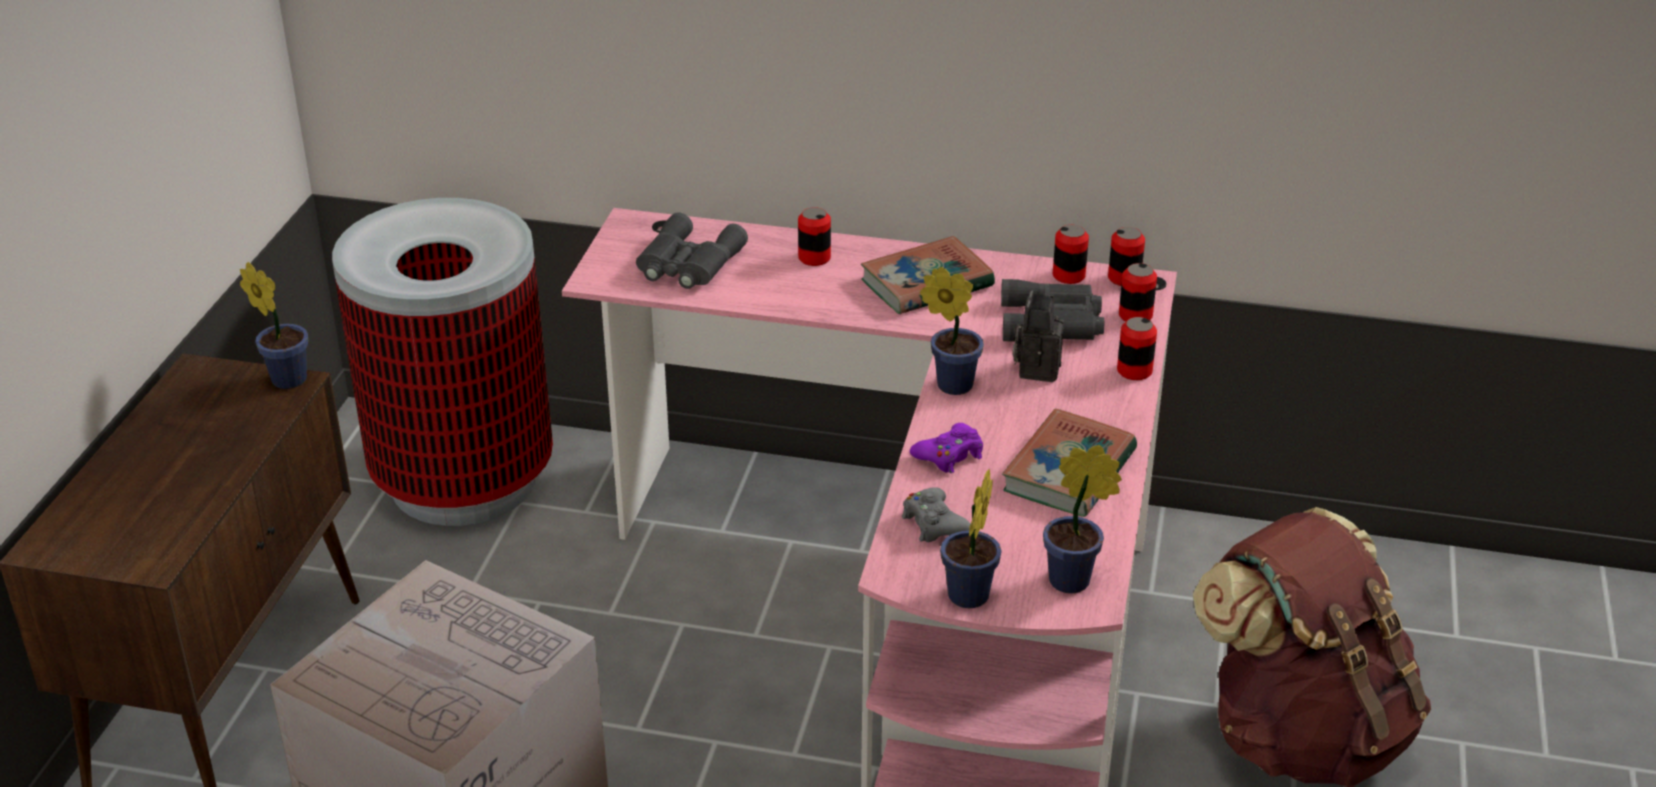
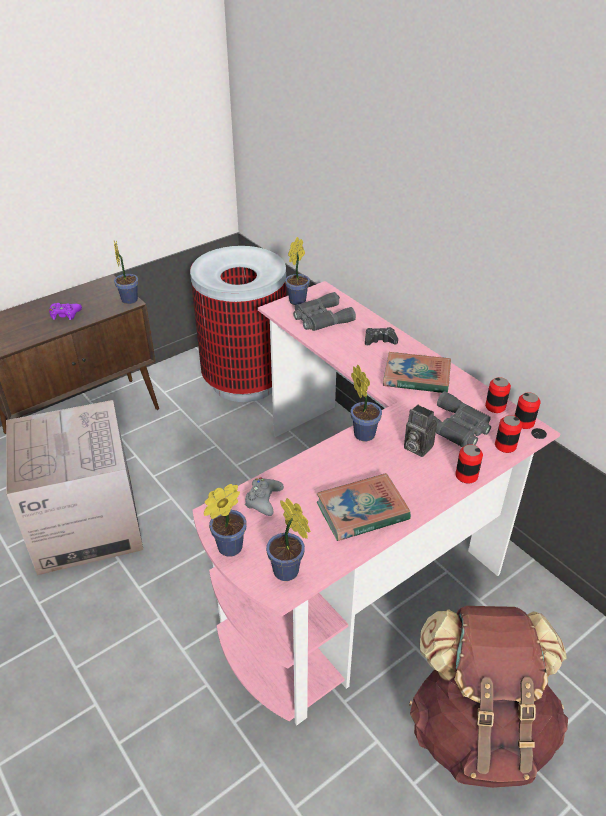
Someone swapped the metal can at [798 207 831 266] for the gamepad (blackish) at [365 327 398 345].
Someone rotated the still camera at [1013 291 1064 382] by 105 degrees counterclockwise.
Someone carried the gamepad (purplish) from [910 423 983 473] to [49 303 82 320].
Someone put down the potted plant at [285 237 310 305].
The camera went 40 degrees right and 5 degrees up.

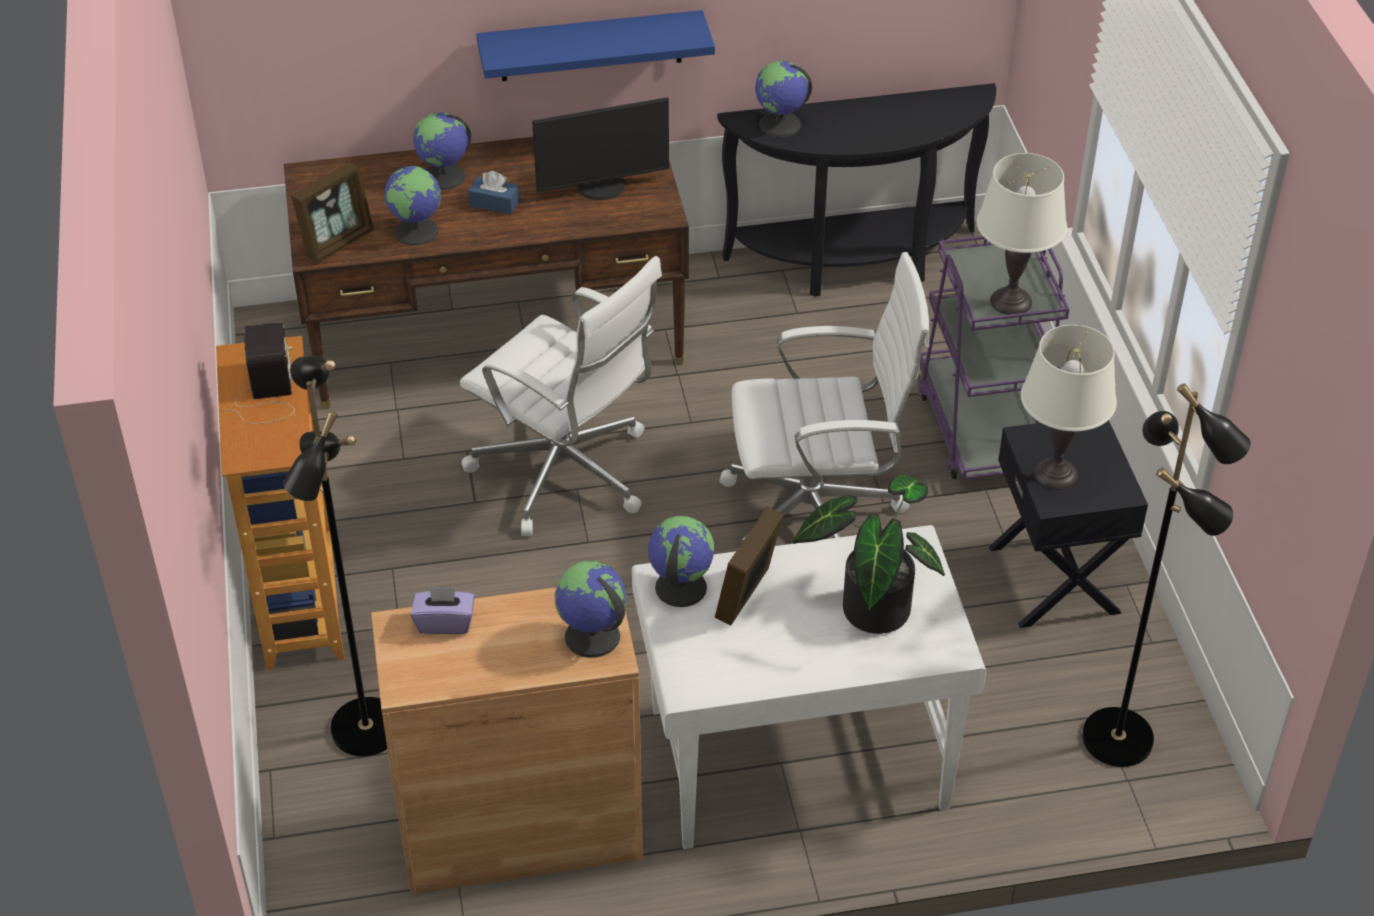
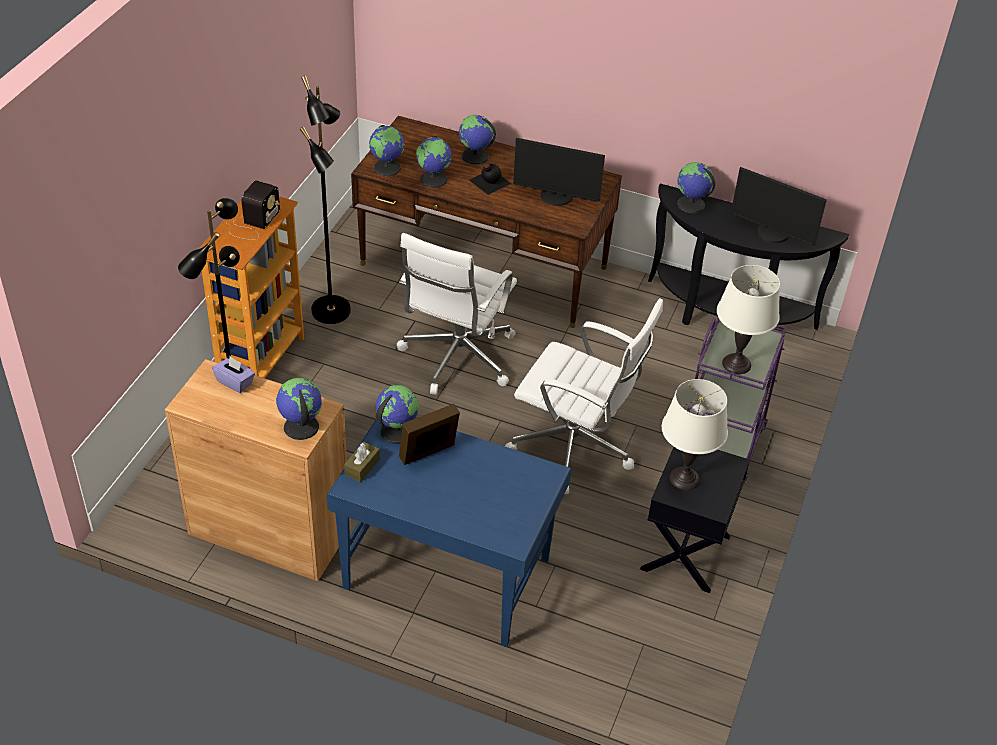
Someone took away the shelf (blue) at [476 10 715 81].
Someone swapped the photo frame at [291 163 374 263] for the globe at [369 125 405 176].
Someone swapped the box of tissues (blue) at [468 171 520 214] for the bottle (blackish) at [469 163 511 195].
Someone rotated the desk chair (white-coloured) at [460 256 662 536] by 45 degrees clockwise.
Someone carried the standing lamp (blackish) from [1082 383 1251 767] to [300 76 351 324].
Someone took away the potted plant at [793 475 945 634].
Someone repainted the desk (white-coloured) at [632 525 986 849], which became the desk (blue) at [327 420 571 647].
Someone put down the computer screen at [731 167 827 246].
Someone put down the box of tissues (brownish) at [344 442 380 482].
The camera went 30 degrees right and 0 degrees up.

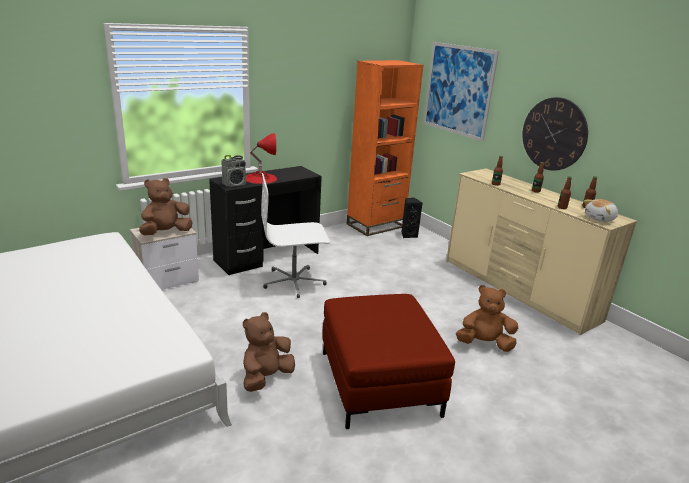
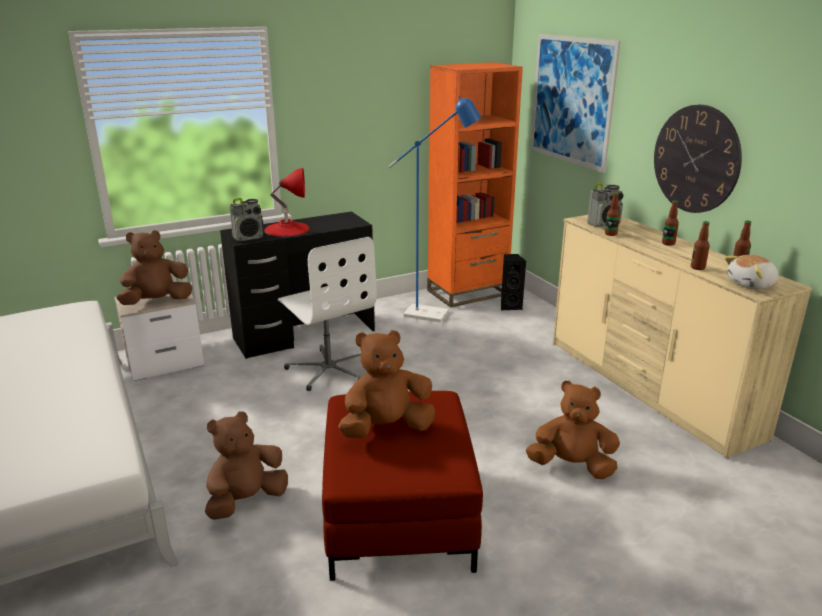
Someone rotated the desk chair (white-coloured) at [261 173 330 298] by 120 degrees counterclockwise.
Someone put down the standing lamp (blue) at [389 96 482 322].
Someone put down the radio receiver at [587 183 624 228].
Someone put down the soft toy (brownish) at [338 330 435 438].
The camera went 10 degrees right and 0 degrees up.

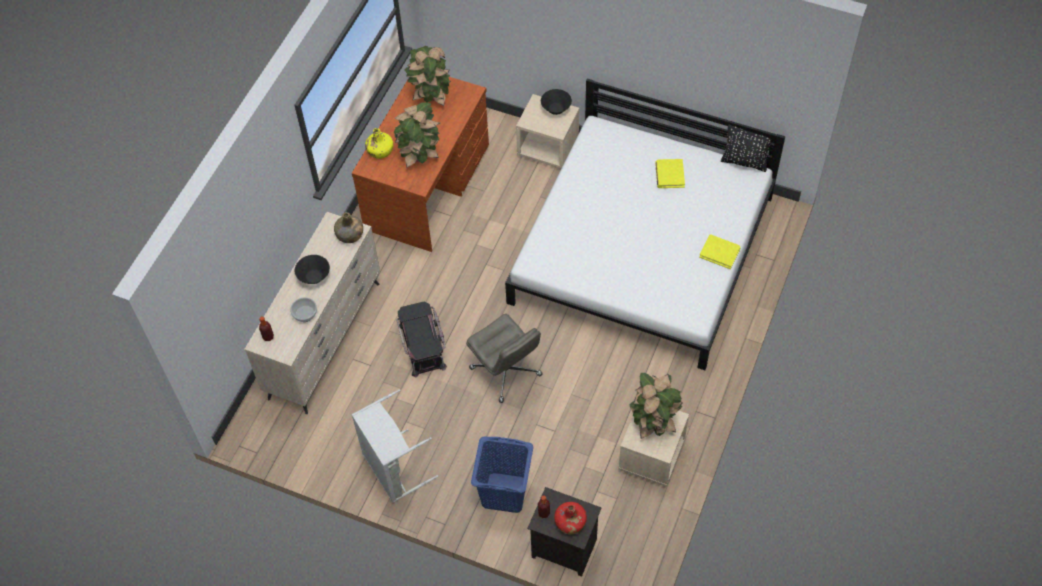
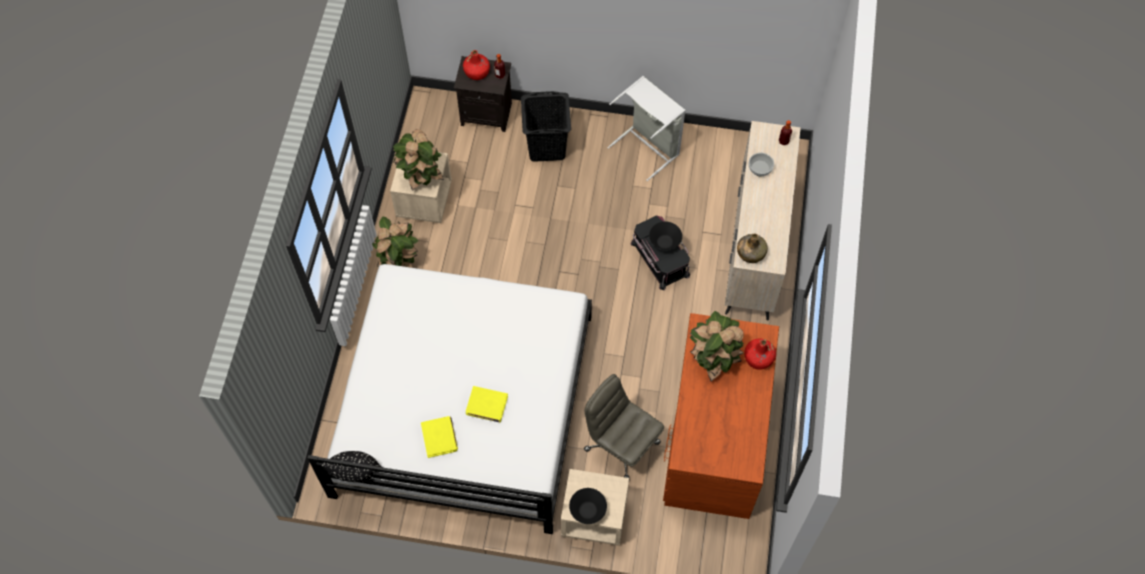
Someone carried the potted plant from [404 46 451 106] to [372 217 419 268].
Someone repainted the bottle (yellow) at [365 128 393 159], which became the bottle (red-coloured) at [744 338 776 370].
Someone carried the volume (yellow) from [699 234 741 269] to [466 386 508 422].
Someone carried the deep dish (blackish) from [295 255 330 284] to [649 221 682 250].
Someone carried the desk chair (greyish) from [466 314 543 403] to [584 374 664 478].
Someone repainted the laundry basket (blue) at [471 436 533 513], which became the laundry basket (blackish) at [521 91 571 162].
The camera went 165 degrees right and 5 degrees up.

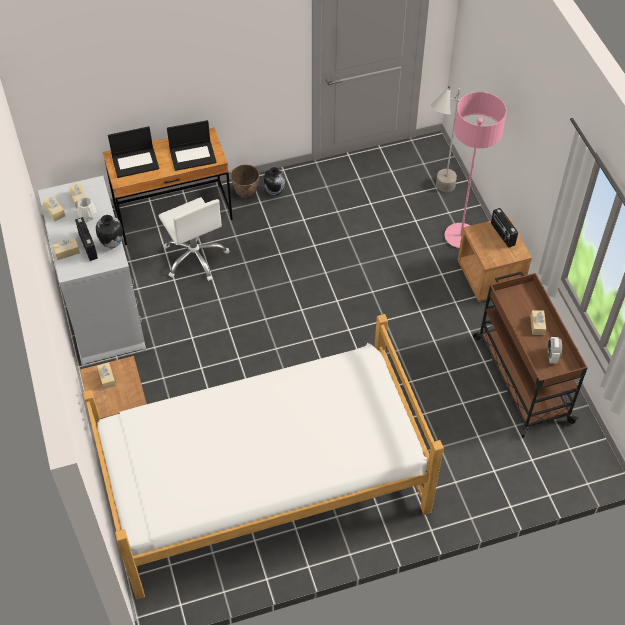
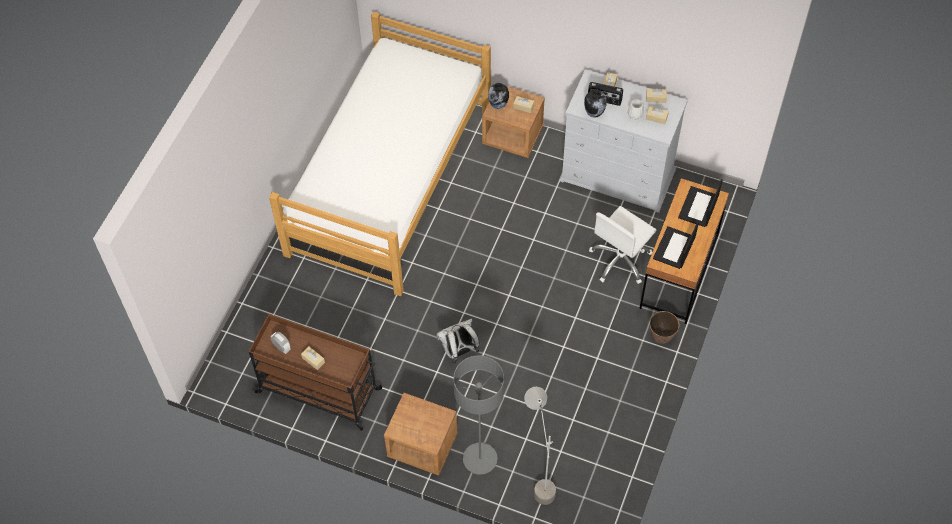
Someone repainted the standing lamp (pinkish) at [444 92 507 248], which became the standing lamp (greyish) at [453 355 504 475].
Someone carried the vase from [264 167 285 196] to [488 83 509 109].
Someone rotated the desk chair (white-coloured) at [158 197 229 281] by 60 degrees counterclockwise.
Someone took away the radio receiver at [491 208 518 248].
Someone put down the knapsack (white-coloured) at [437 319 479 363].
The camera went 130 degrees right and 5 degrees up.

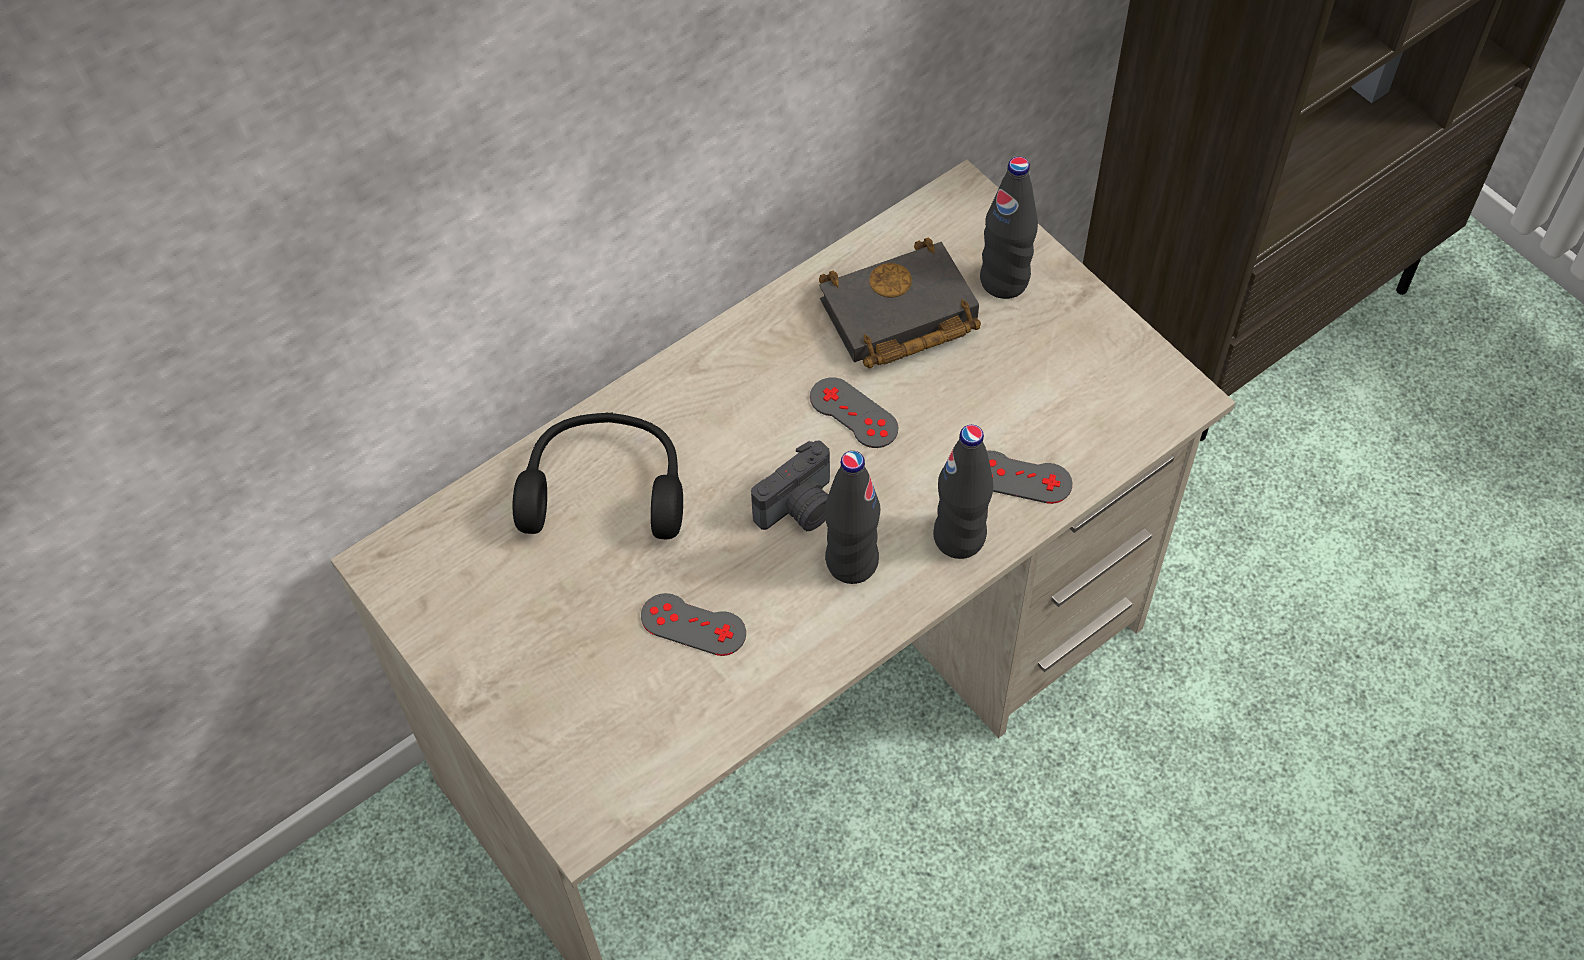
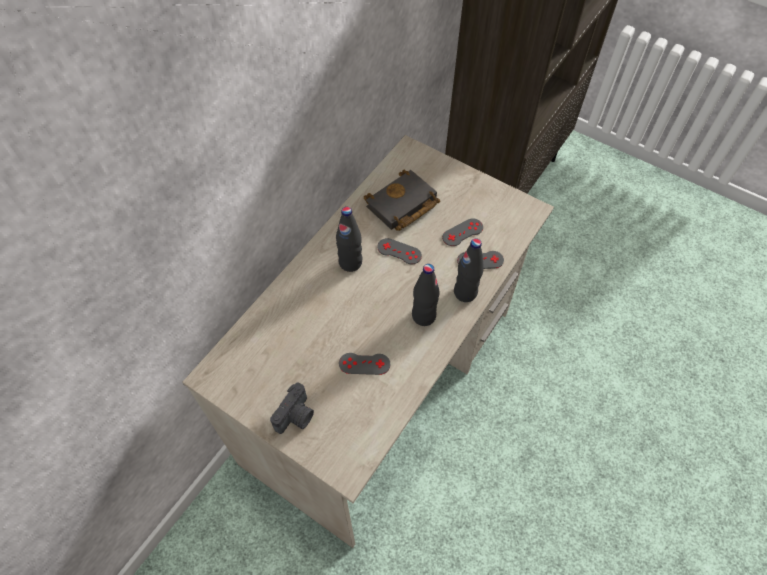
Someone carried the bottle (blackish) from [980 157 1038 299] to [336 207 363 272].
Someone took away the pair of headphones (blackish) at [512 412 683 539].
Someone carried the still camera from [751 441 830 531] to [270 382 314 434].
Someone put down the gamepad (greyish) at [442 218 483 246].
The camera went 20 degrees left and 0 degrees up.

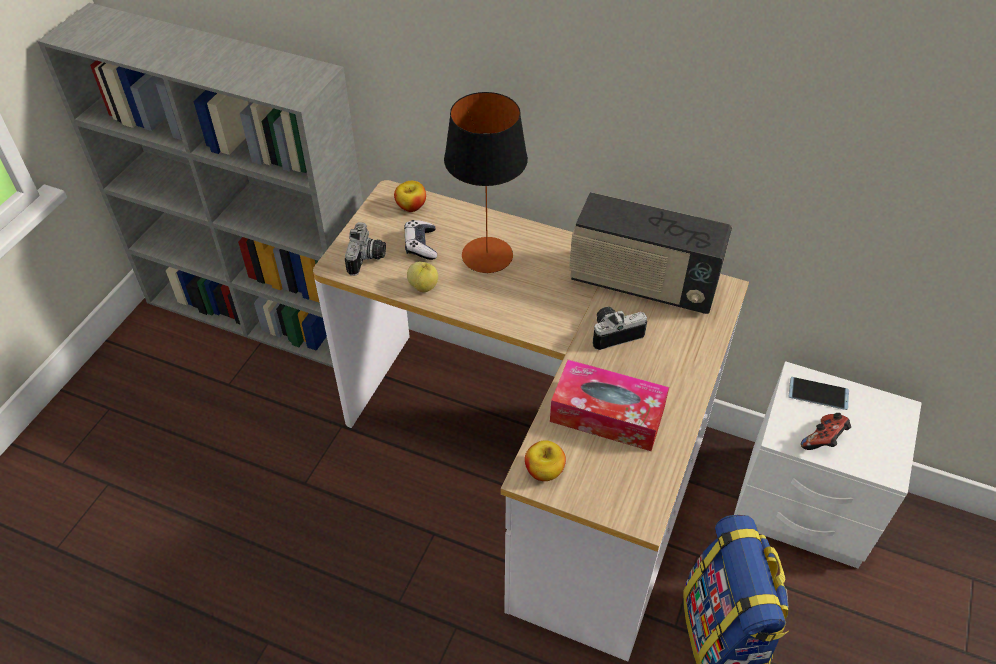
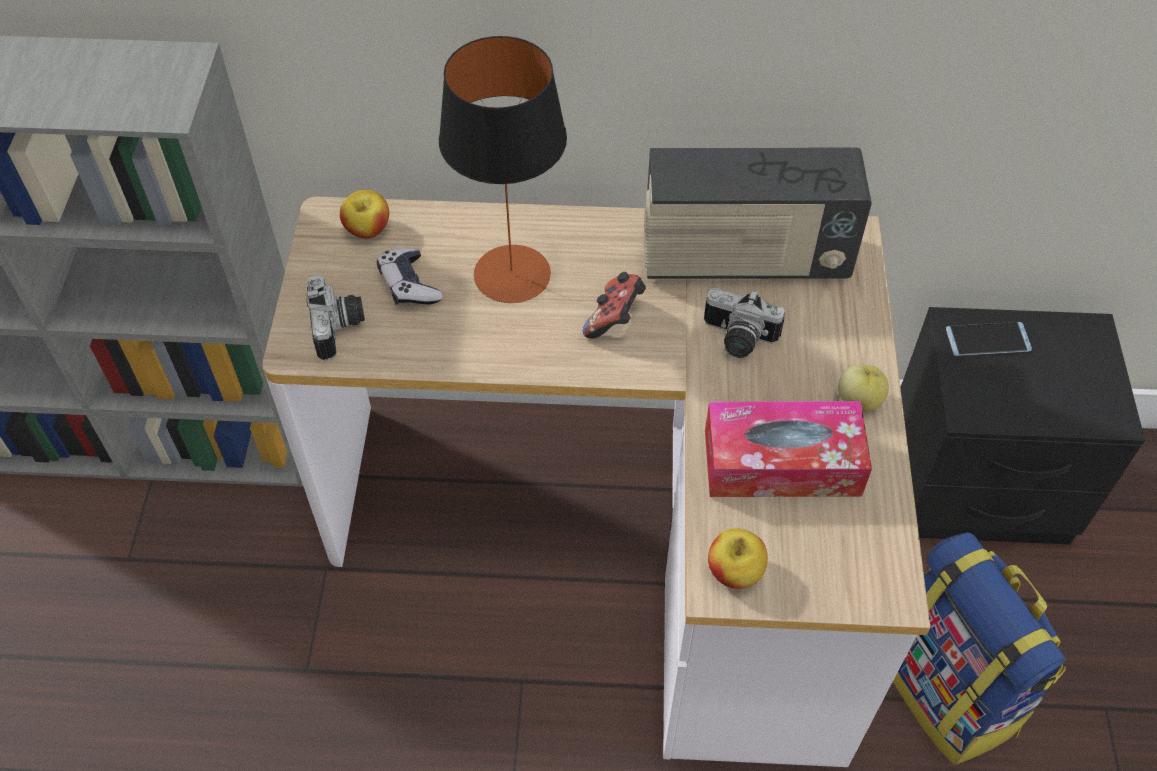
Someone carried the apple from [407 262 438 292] to [838 365 889 411].
Someone rotated the still camera at [593 307 647 350] by 120 degrees counterclockwise.
Someone repainted the bedside table (white-coloured) at [734 361 922 568], which became the bedside table (blackish) at [900 307 1145 545].
Someone carried the gamepad from [801 413 851 450] to [583 272 646 339].
The camera went 20 degrees left and 5 degrees up.

